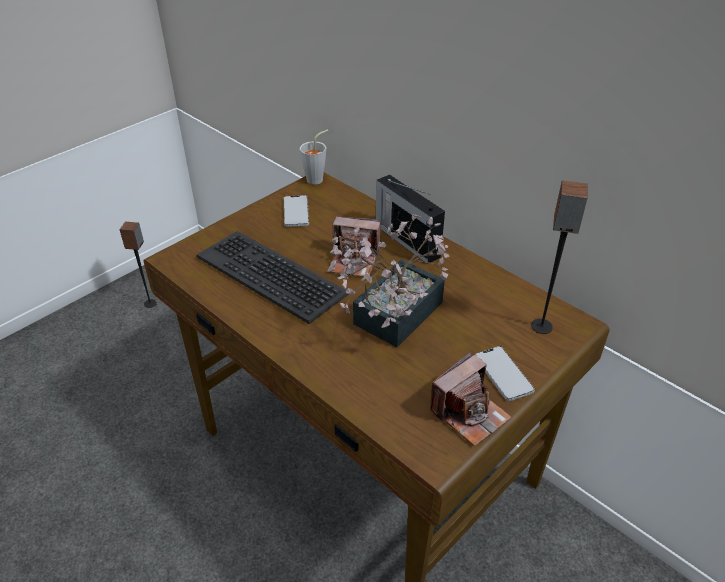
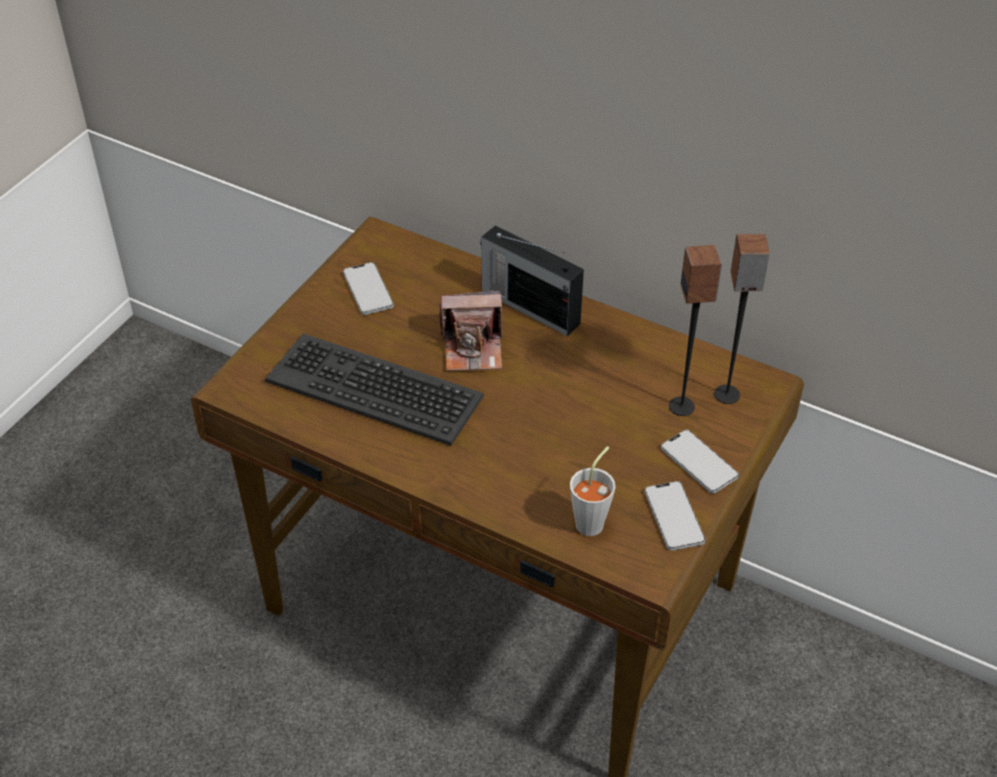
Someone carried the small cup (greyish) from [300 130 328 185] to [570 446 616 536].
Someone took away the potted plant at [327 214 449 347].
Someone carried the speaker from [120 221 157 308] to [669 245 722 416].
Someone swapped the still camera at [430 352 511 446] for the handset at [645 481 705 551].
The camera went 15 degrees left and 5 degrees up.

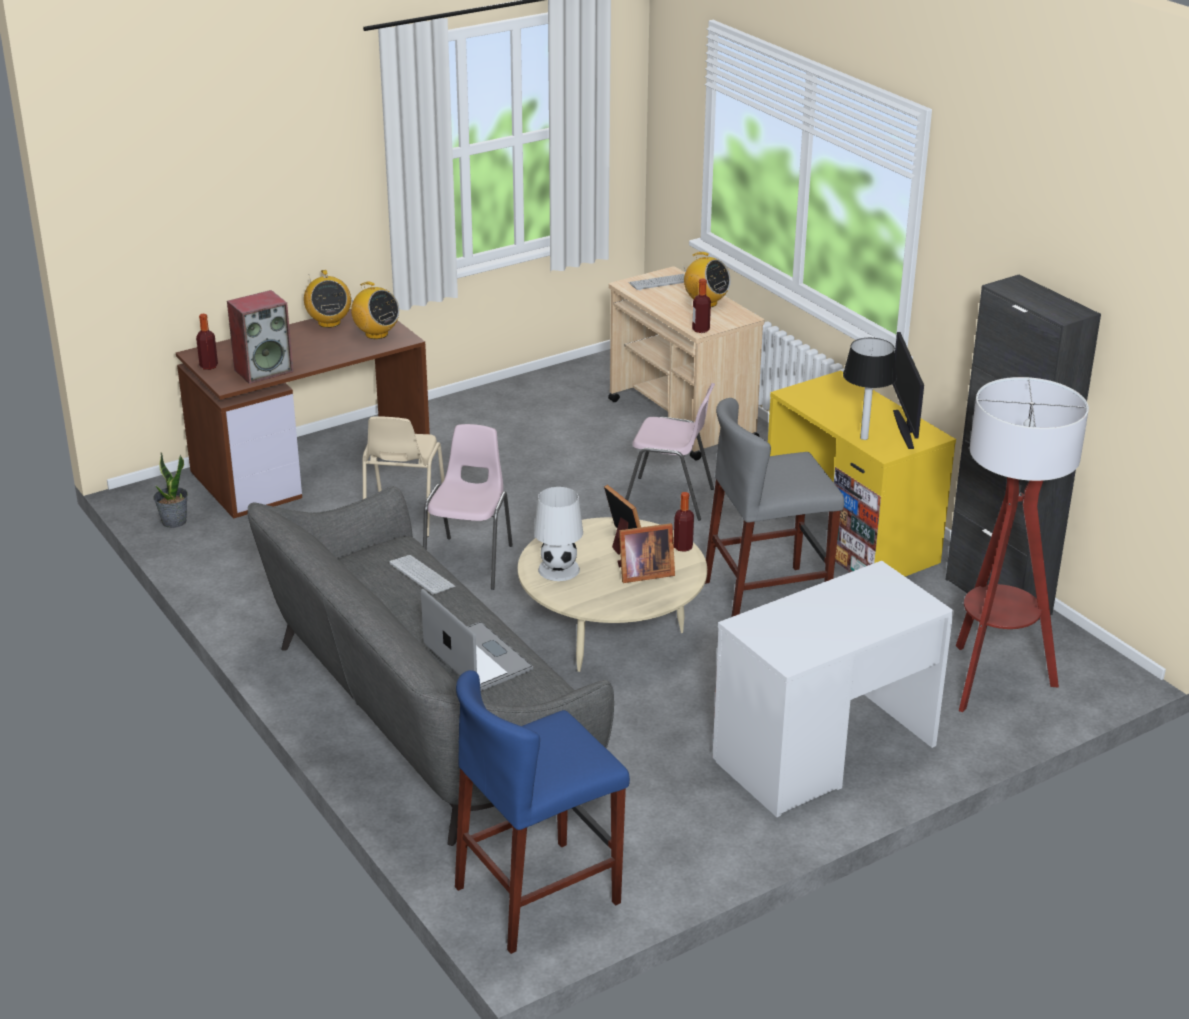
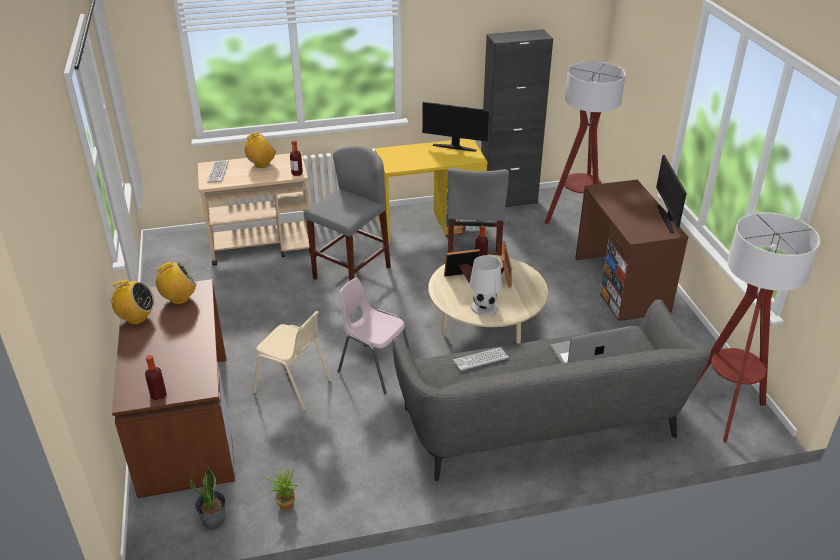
Someone took away the speaker at [227 290 293 384].
Someone took away the table lamp at [843 338 897 440].
Someone swapped the upright chair (pinkish) at [625 383 715 521] for the stool (greyish) at [304 146 391 281].
Someone repainted the desk (white-coloured) at [712 561 954 817], which became the desk (brownish) at [575 180 688 321].
Someone swapped the stool (blue) at [455 670 630 954] for the standing lamp at [693 212 820 442].
Someone put down the computer screen at [656 155 687 233].
Someone put down the potted plant at [266 469 298 510].
The camera went 70 degrees left and 5 degrees up.

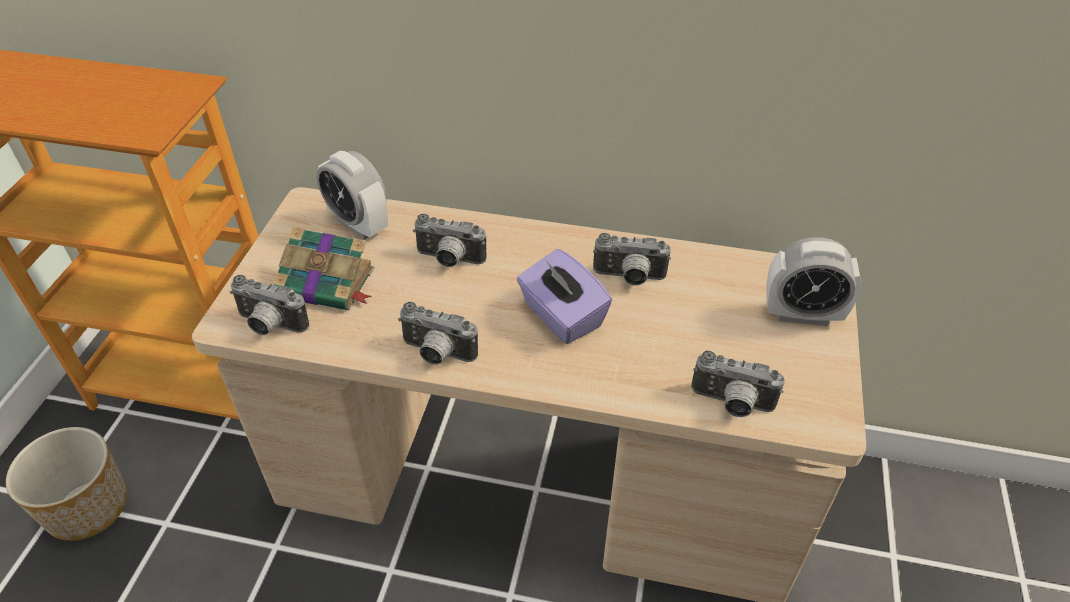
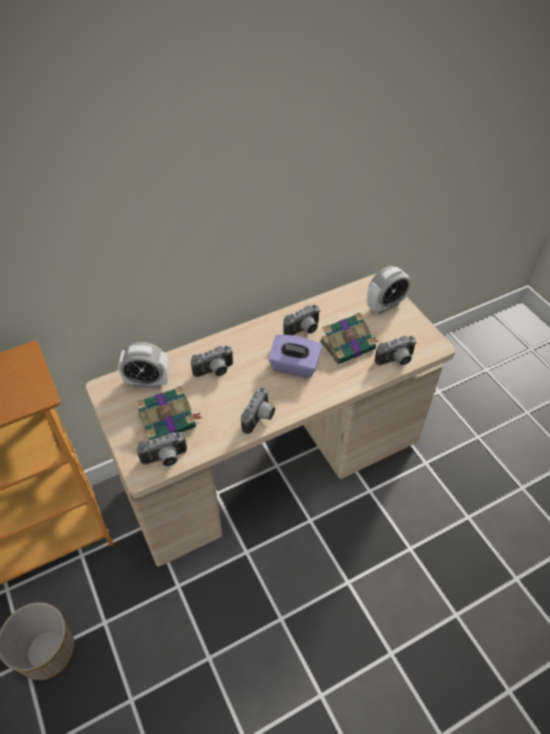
Someone rotated the still camera at [398 302 478 365] by 45 degrees counterclockwise.
Someone put down the volume at [320 312 379 364].
The camera went 40 degrees left and 5 degrees up.

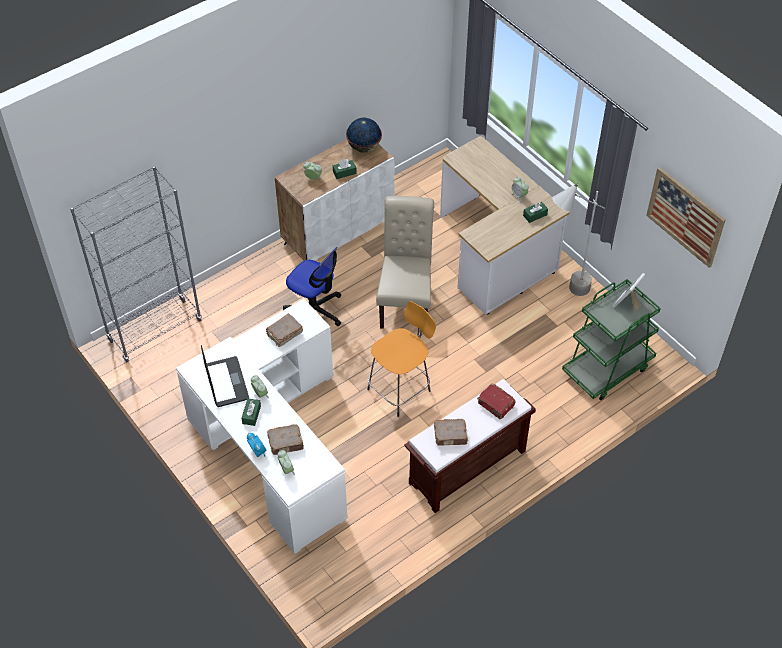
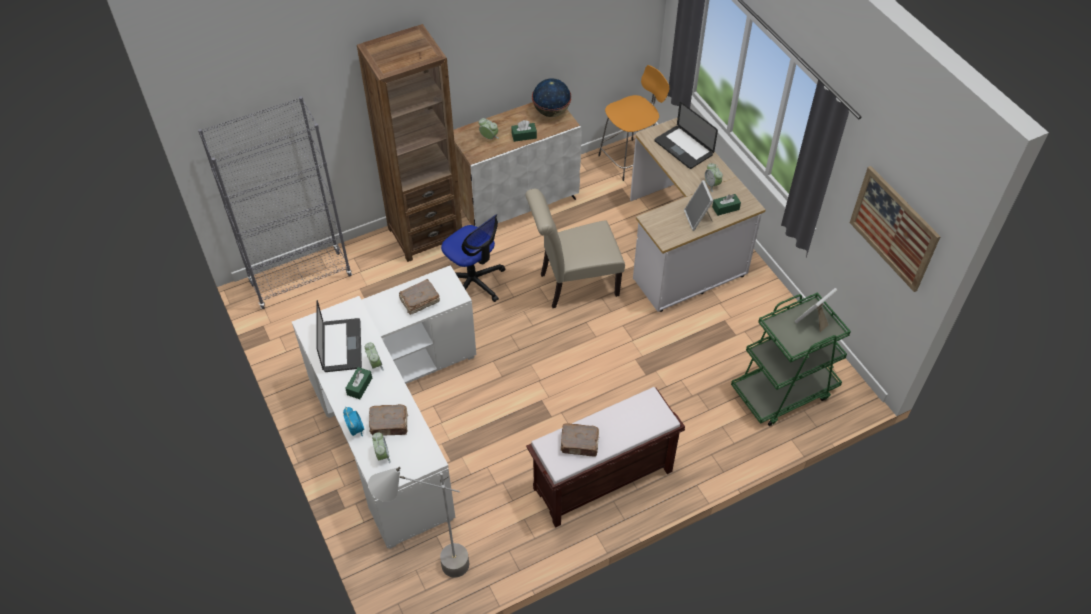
Someone carried the standing lamp (greyish) from [553 184 605 296] to [368 467 469 578].
Someone rotated the upright chair (sand-coloured) at [376 196 434 329] by 120 degrees counterclockwise.
Someone carried the stool (orange) from [367 301 436 417] to [598 65 669 181].
Someone took away the volume (red-coloured) at [477 384 516 419].
Someone put down the shelving unit (brownish) at [357 24 462 262].
Someone put down the laptop at [654 102 718 169].
Someone put down the photo frame at [684 180 713 231].
The camera went 10 degrees right and 0 degrees up.

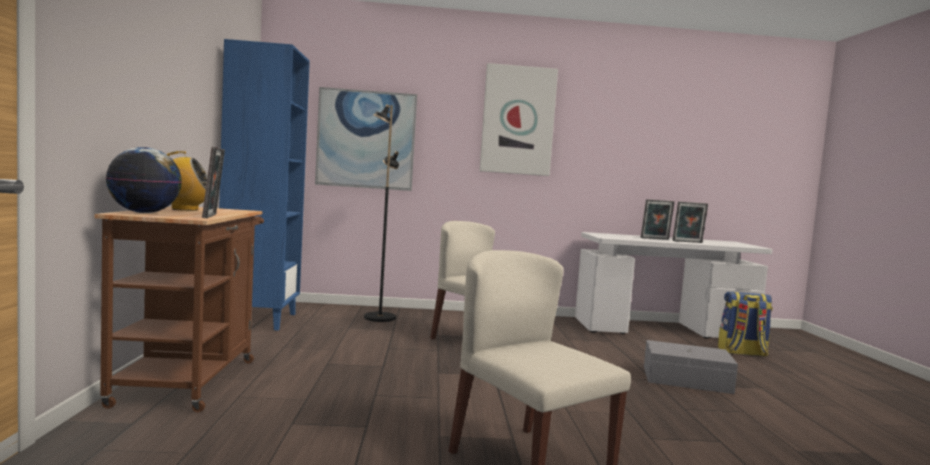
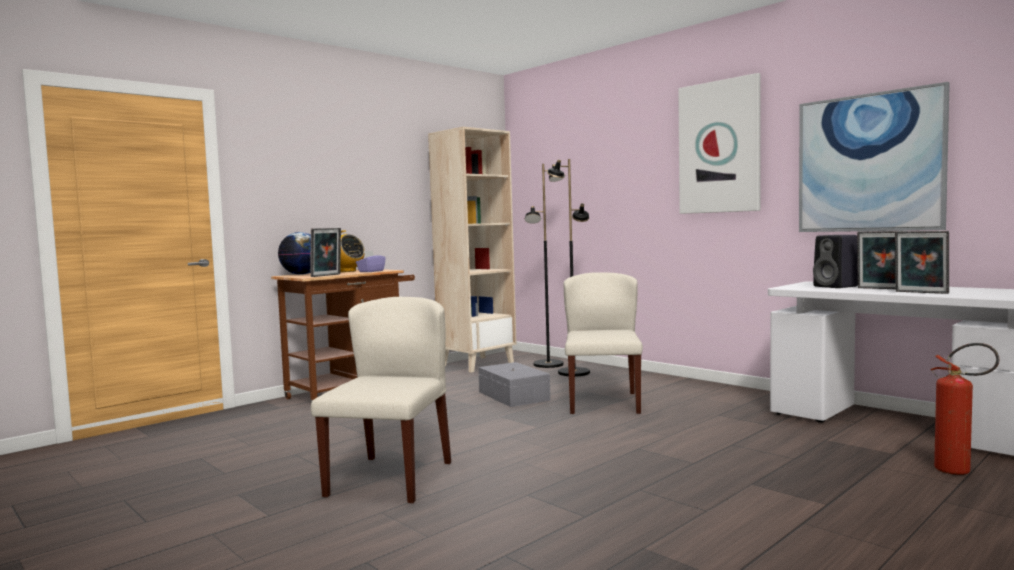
Someone repainted the shelving unit (blue) at [219 39 310 330], which became the shelving unit (sand-coloured) at [428 127 517 373].
Someone carried the wall picture from [315 87 417 191] to [799 82 950 232].
Someone swapped the knapsack at [718 292 773 356] for the extinguisher at [930 343 1000 475].
Someone carried the storage box (greyish) from [644 340 738 394] to [478 362 551 407].
Someone put down the standing lamp (blackish) at [525 164 565 368].
Someone put down the speaker (blackish) at [813 235 858 288].
Someone put down the box of tissues (purplish) at [356 251 386 272].
The camera went 50 degrees right and 0 degrees up.

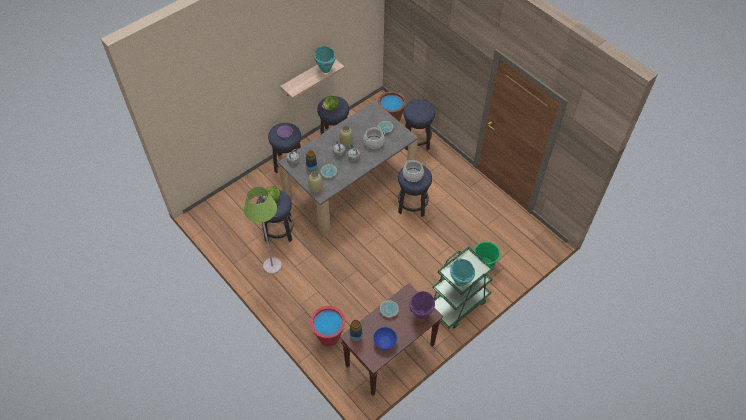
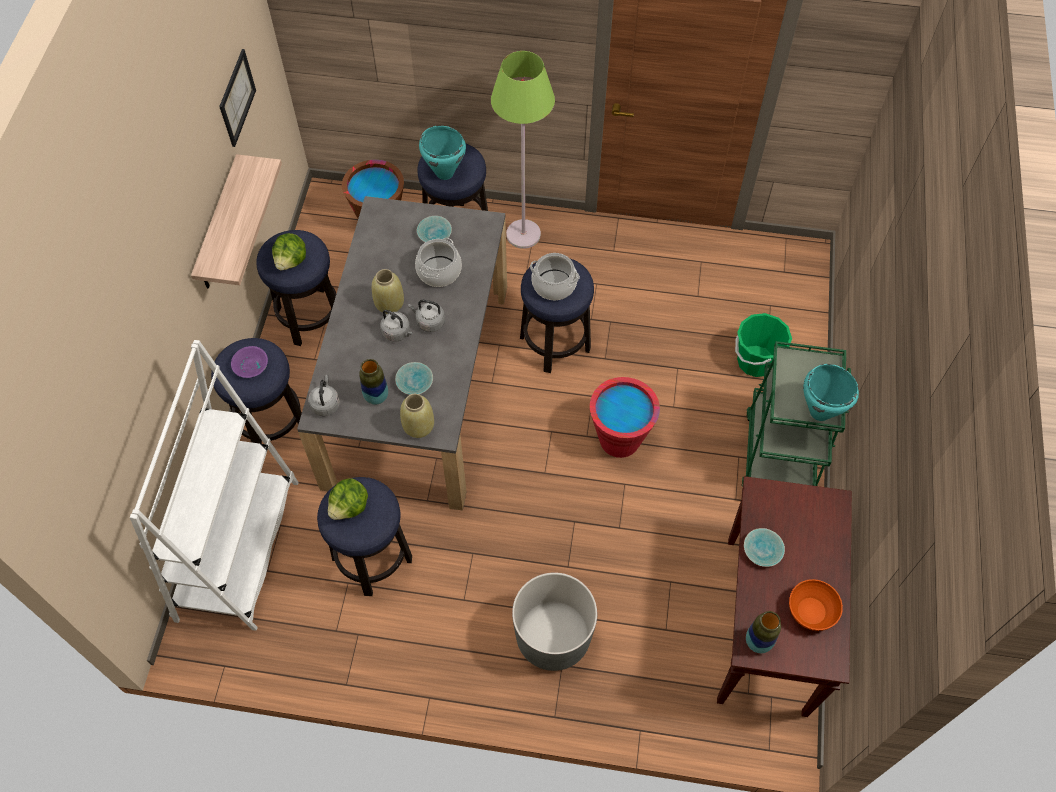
Someone carried the cooking pot (turquoise-coloured) from [314 46 336 73] to [419 126 466 180].
Someone carried the standing lamp (green-coloured) from [244 187 282 274] to [491 51 555 249].
Someone took away the cooking pot (purplish) at [409 291 435 319].
Someone carried the bucket (red-coloured) from [310 306 345 346] to [590 377 660 458].
Someone repainted the deep dish (blue) at [373 327 397 350], which became the deep dish (orange) at [789 579 843 631].
Someone put up the wall picture at [219 49 256 147].
Someone put down the shelving unit (white-coloured) at [130 340 299 631].
Someone put down the plant pot (greyish) at [512 572 597 671].
The camera went 40 degrees left and 5 degrees up.

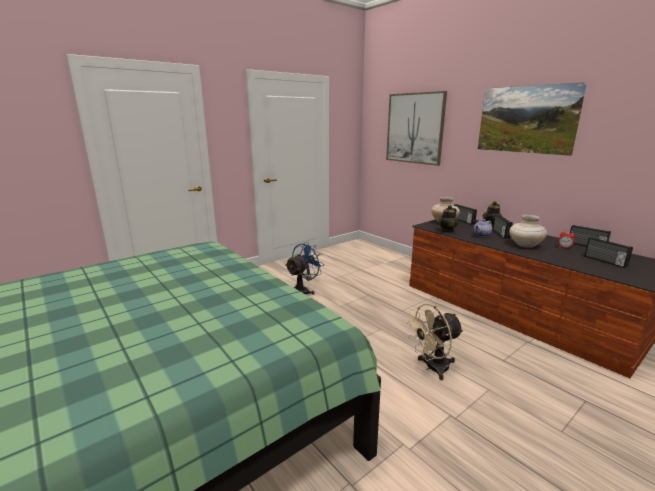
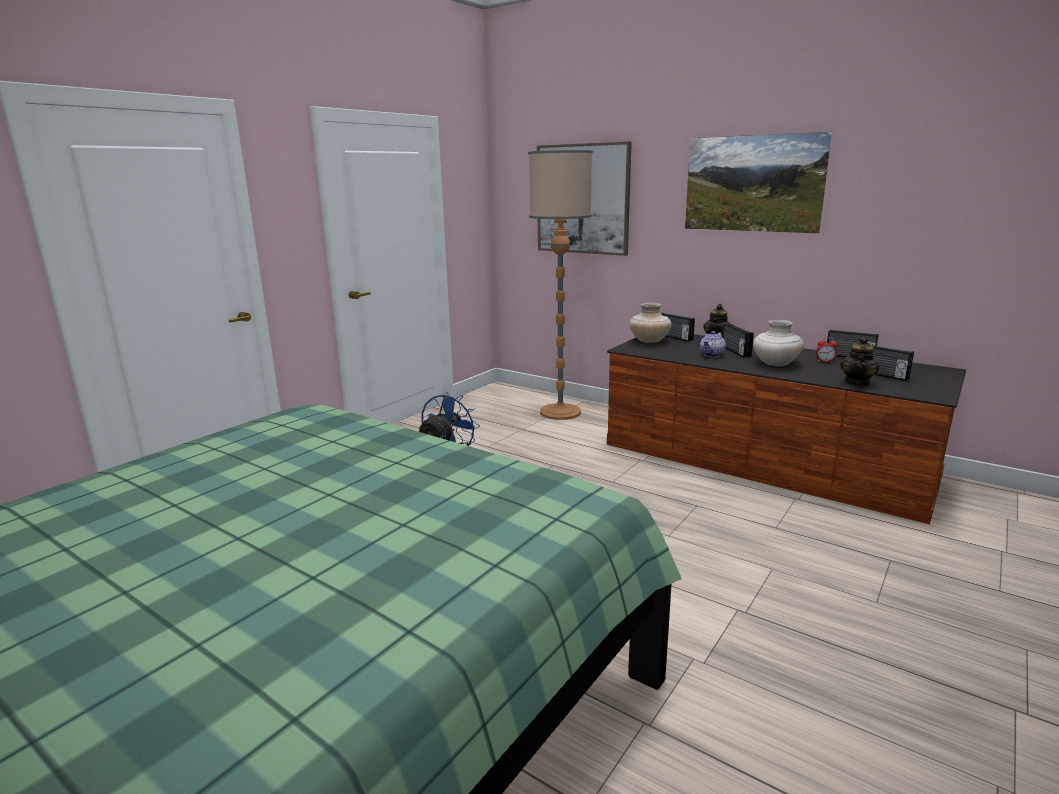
Someone carried the pot for tea from [439 205 458 233] to [840 337 880 386].
Someone took away the cooling fan (sand-coloured) at [406 304 464 380].
Someone put down the standing lamp at [528 150 593 420].
The camera went 15 degrees left and 0 degrees up.

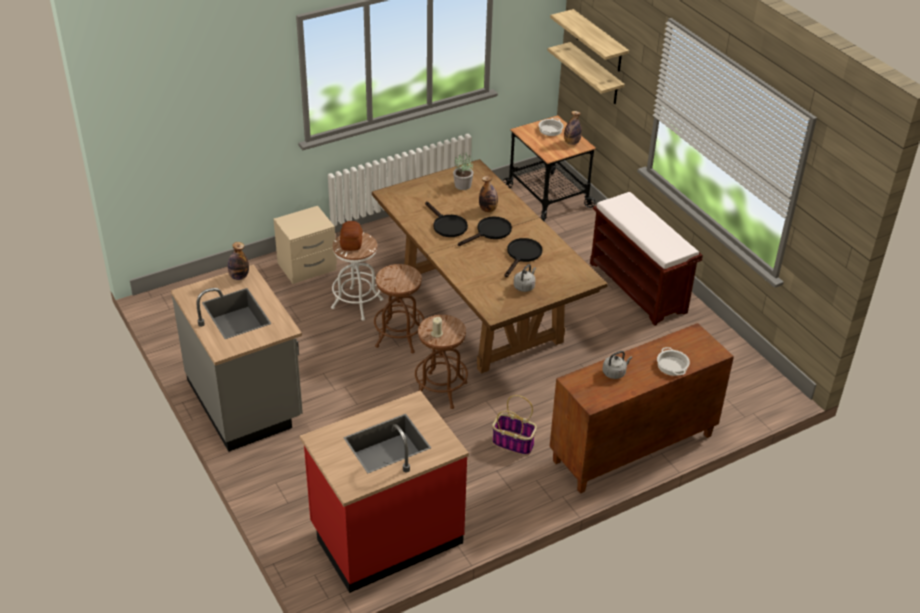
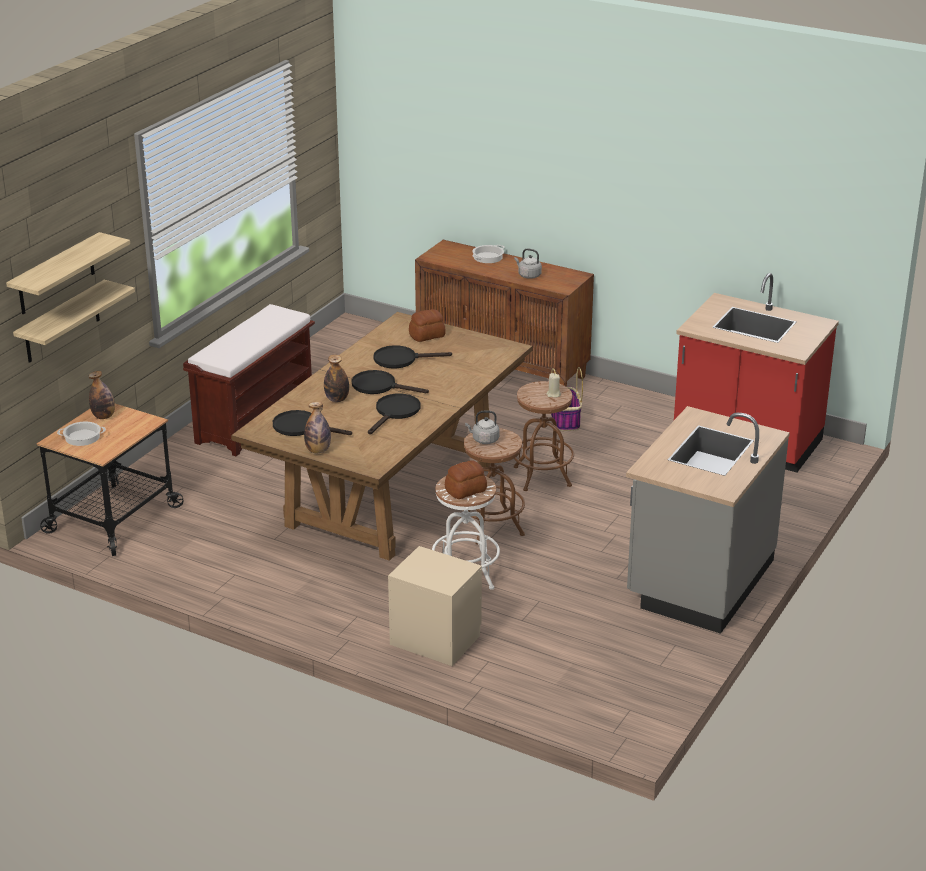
Someone swapped the potted plant at [453 154 473 190] for the frying pan (blackish) at [273 410 352 436].
Someone carried the bottle from [228 242 249 280] to [304 402 331 453].
Someone carried the kettle (greyish) from [514 264 536 292] to [465 411 500 444].
Someone put down the bakery bread at [409 309 446 342].
The camera went 120 degrees left and 10 degrees down.

